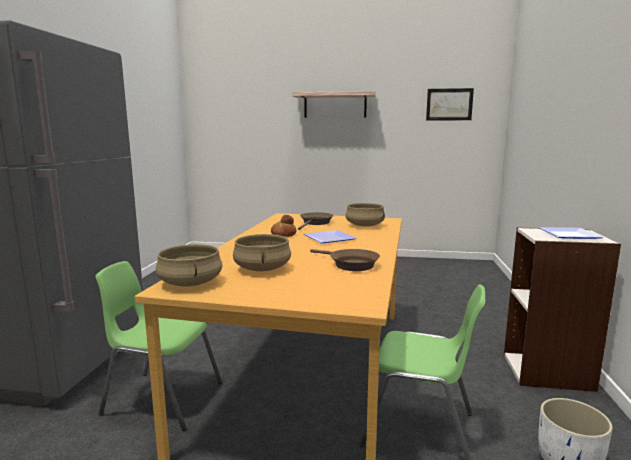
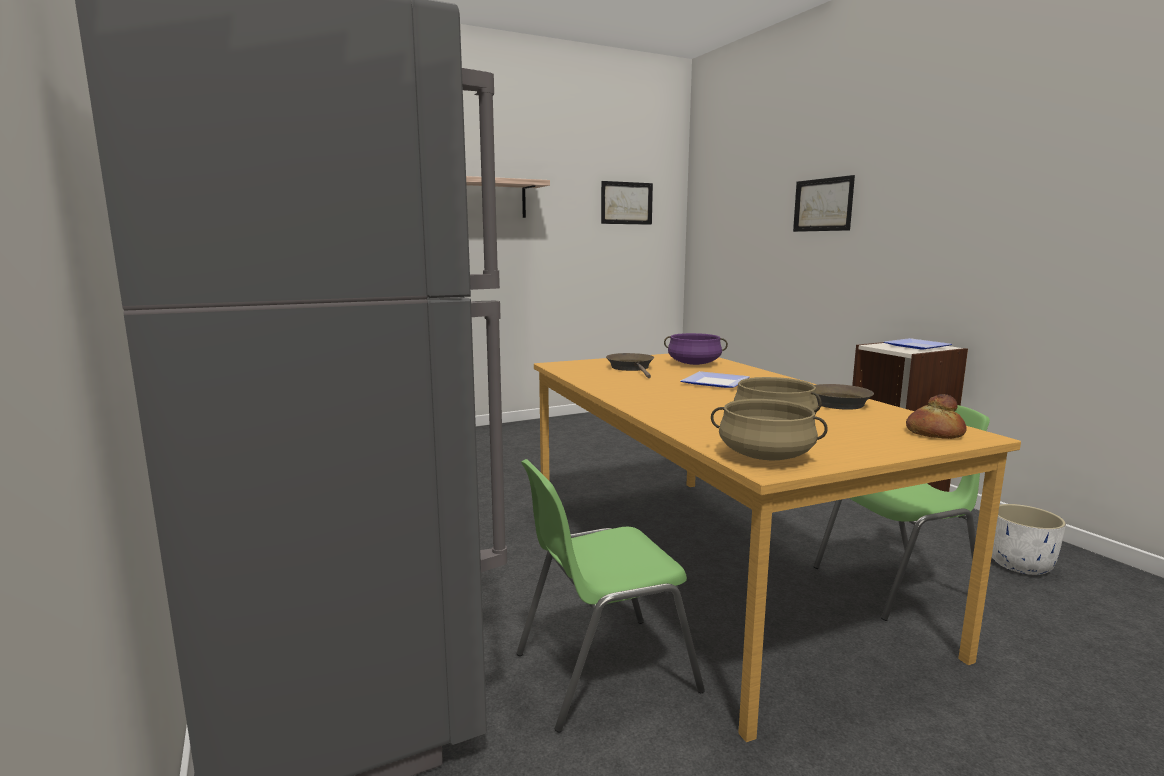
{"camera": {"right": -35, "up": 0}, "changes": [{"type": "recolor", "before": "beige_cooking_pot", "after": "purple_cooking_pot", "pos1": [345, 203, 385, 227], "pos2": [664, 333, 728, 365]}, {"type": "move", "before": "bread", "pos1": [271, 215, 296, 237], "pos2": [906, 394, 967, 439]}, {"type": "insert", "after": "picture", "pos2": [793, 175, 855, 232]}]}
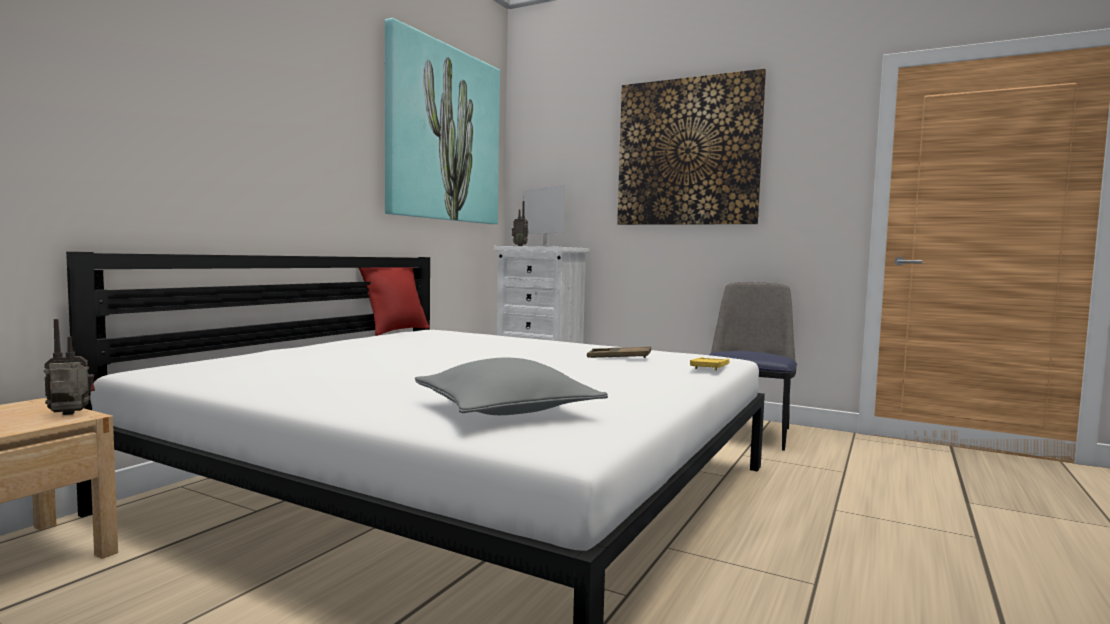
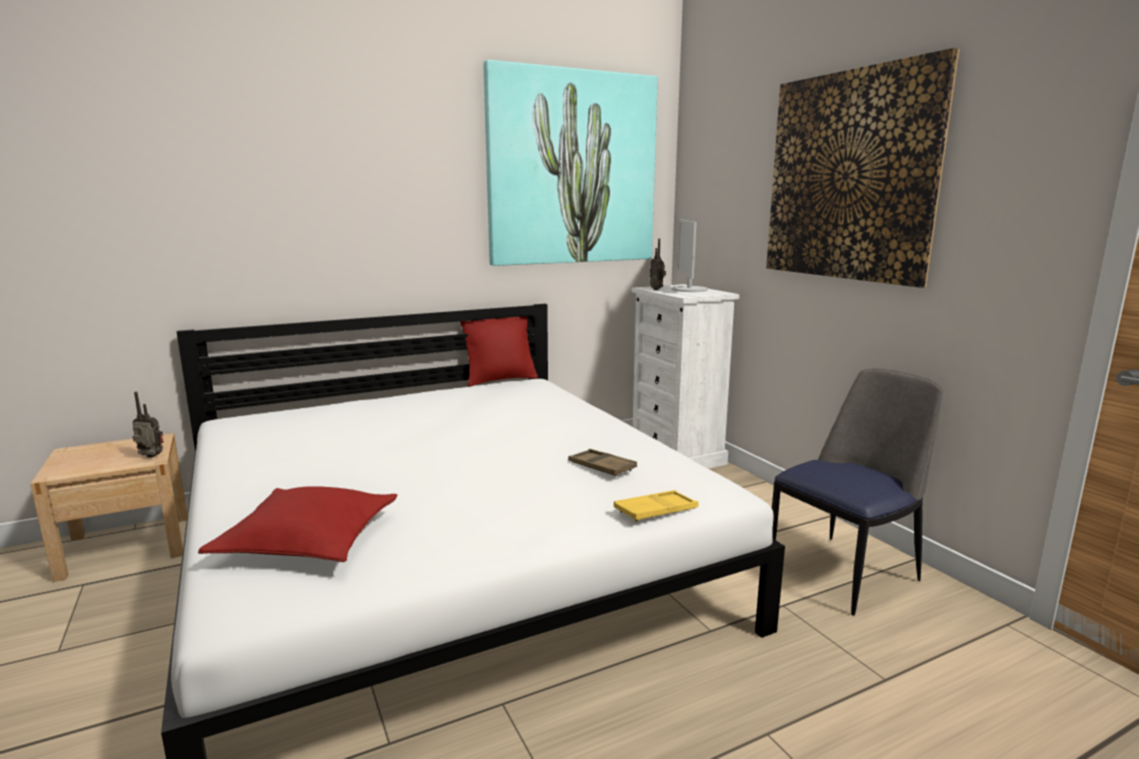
{"camera": {"right": 35, "up": 10}, "changes": [{"type": "recolor", "before": "grey_pillow", "after": "red_pillow", "pos1": [415, 358, 608, 415], "pos2": [198, 486, 397, 562]}]}
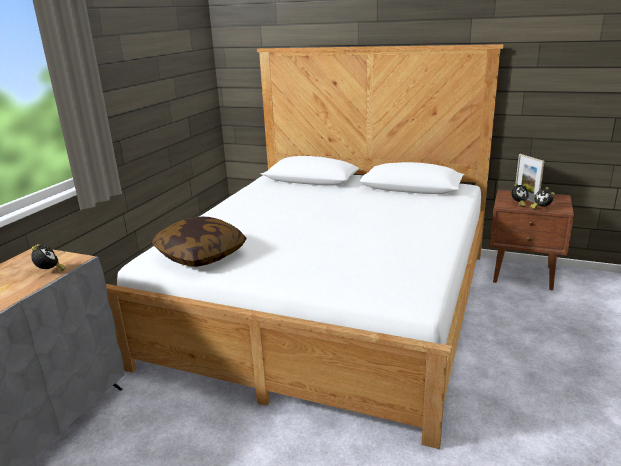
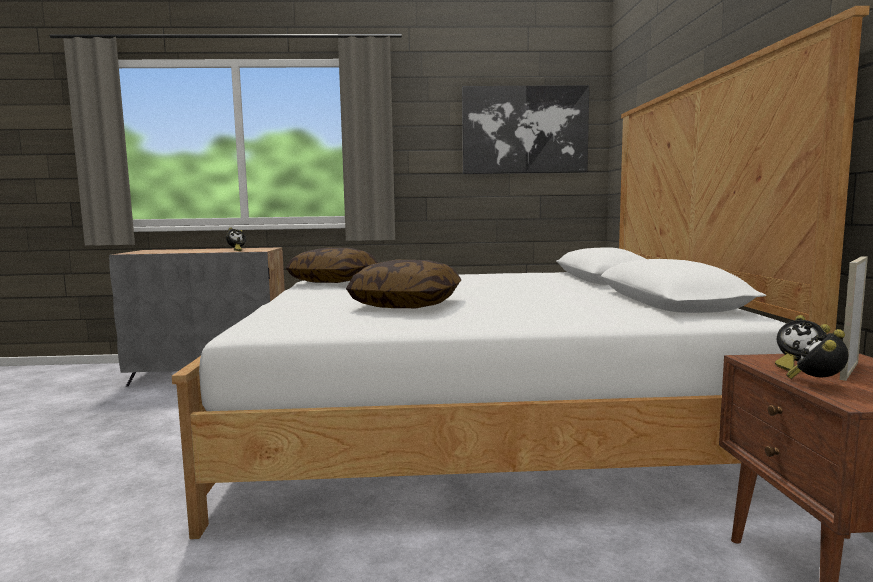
{"camera": {"right": 65, "up": -15}, "changes": [{"type": "insert", "after": "picture", "pos2": [462, 85, 589, 174]}, {"type": "insert", "after": "pillow", "pos2": [346, 260, 461, 308]}]}
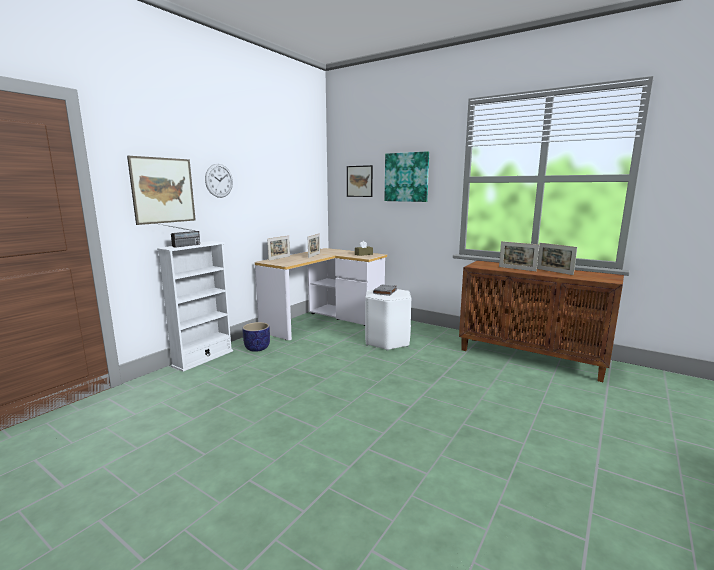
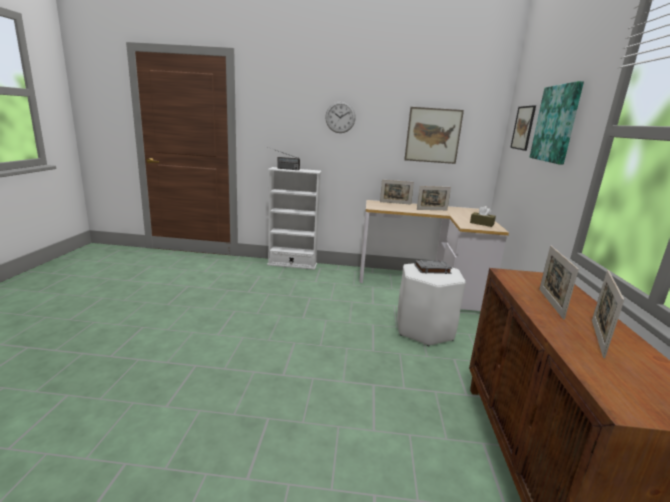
{"camera": {"right": 60, "up": 5}, "changes": [{"type": "move", "before": "picture", "pos1": [127, 156, 196, 225], "pos2": [404, 107, 464, 164]}, {"type": "delete", "before": "planter", "pos1": [243, 322, 270, 352]}]}
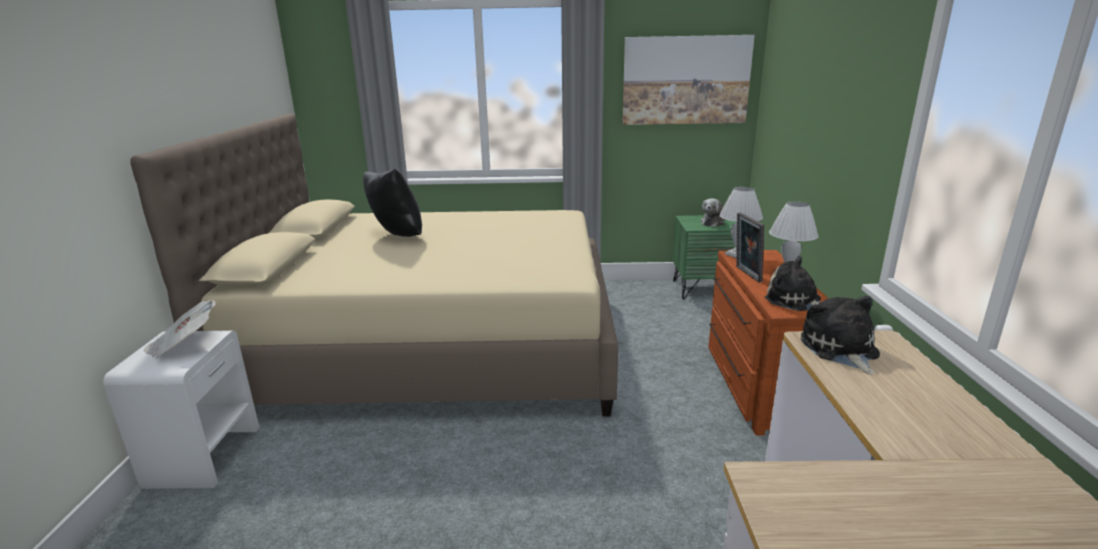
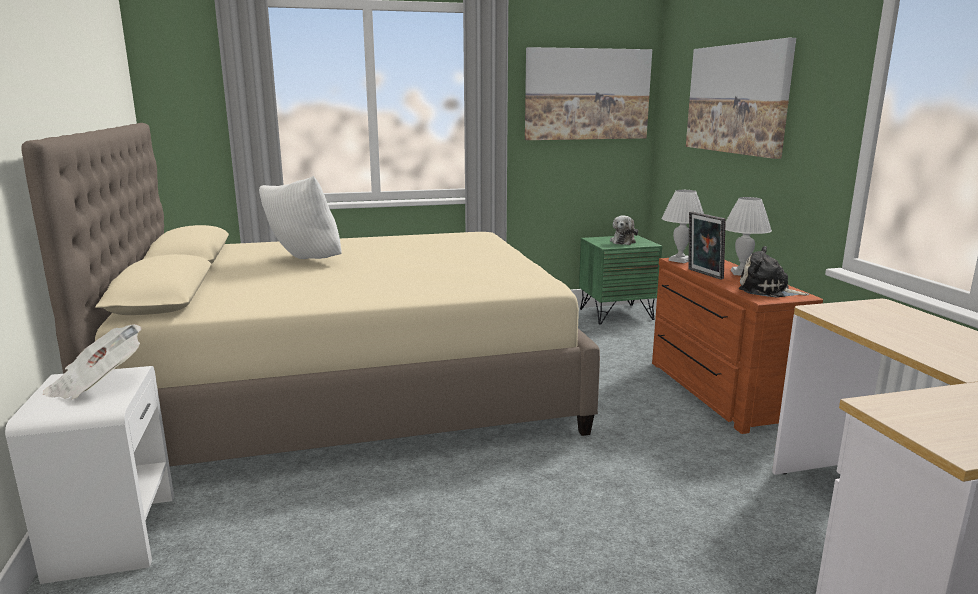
{"camera": {"right": -15, "up": -5}, "changes": [{"type": "recolor", "before": "black_pillow", "after": "white_pillow", "pos1": [363, 169, 422, 237], "pos2": [259, 176, 342, 259]}, {"type": "delete", "before": "plush_toy", "pos1": [801, 296, 880, 375]}, {"type": "insert", "after": "picture", "pos2": [686, 38, 796, 159]}]}
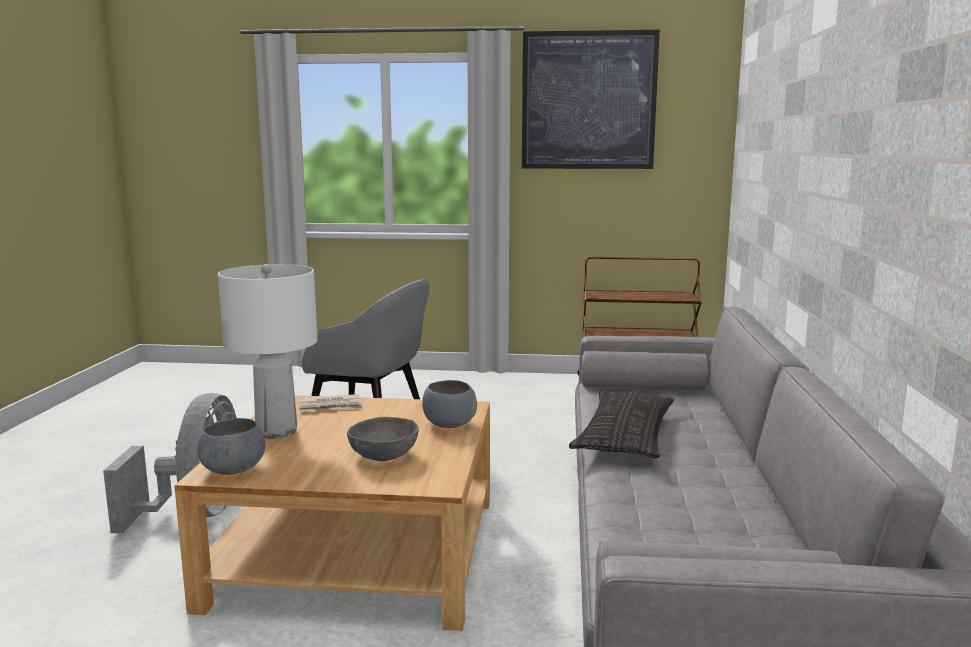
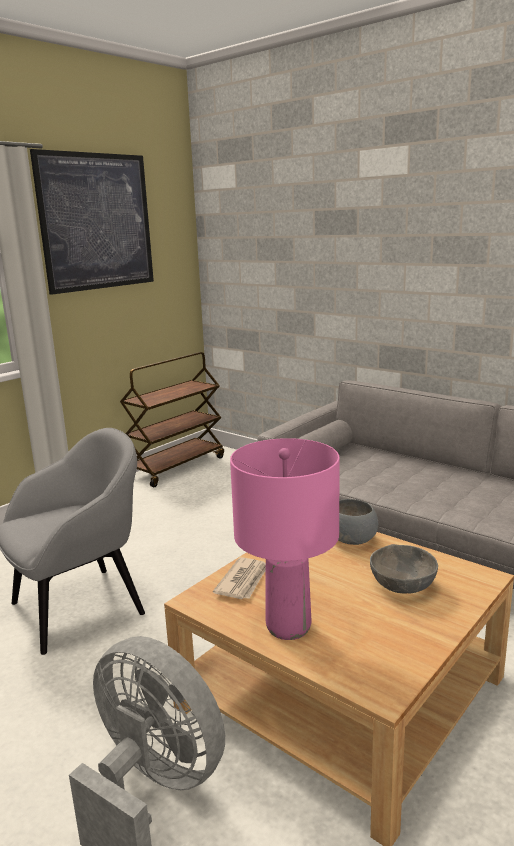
{"camera": {"right": -55, "up": 5}, "changes": [{"type": "recolor", "before": "white_table_lamp", "after": "pink_table_lamp", "pos1": [218, 264, 317, 439], "pos2": [230, 438, 340, 640]}, {"type": "delete", "before": "pillow", "pos1": [569, 391, 674, 458]}, {"type": "delete", "before": "grey_bowl", "pos1": [197, 418, 265, 475]}]}
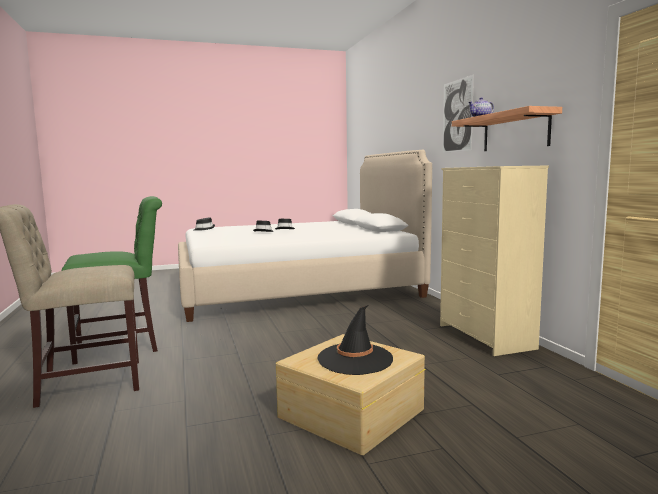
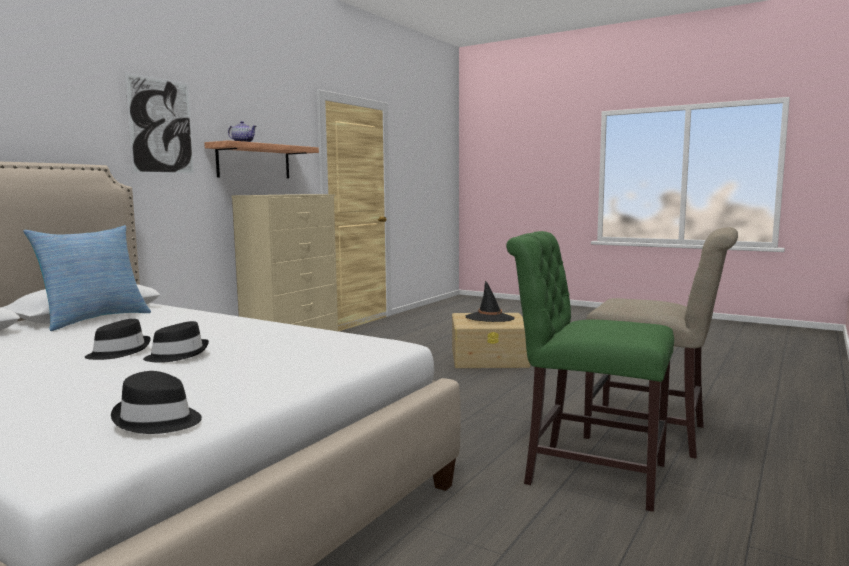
{"camera": {"right": -130, "up": 0}, "changes": [{"type": "insert", "after": "pillow", "pos2": [23, 225, 151, 331]}]}
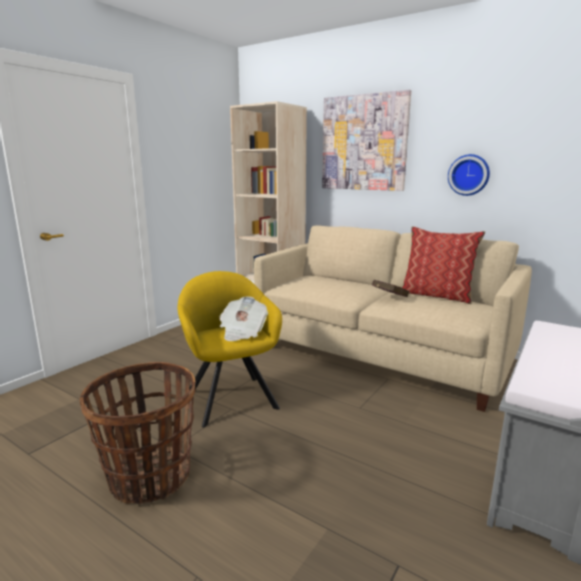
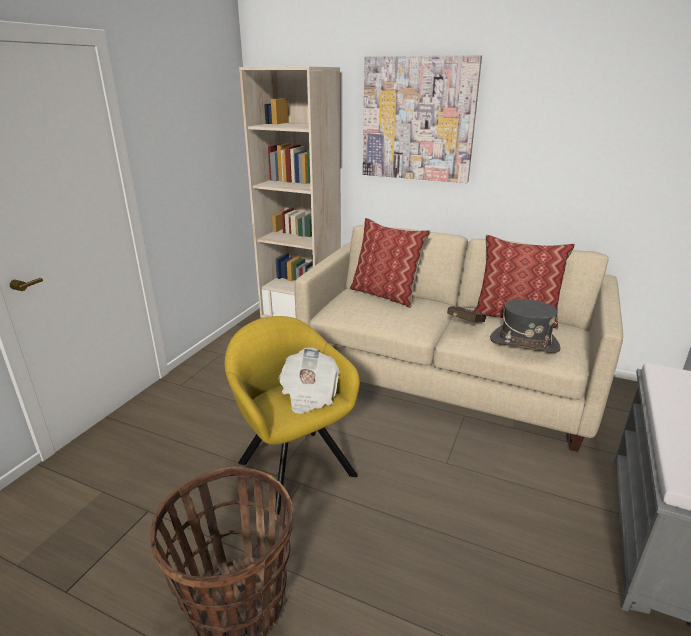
{"camera": {"right": -10, "up": 10}, "changes": [{"type": "delete", "before": "wall_clock", "pos1": [448, 154, 490, 196]}, {"type": "insert", "after": "pillow", "pos2": [350, 218, 431, 308]}, {"type": "insert", "after": "grey_hat", "pos2": [490, 299, 561, 353]}]}
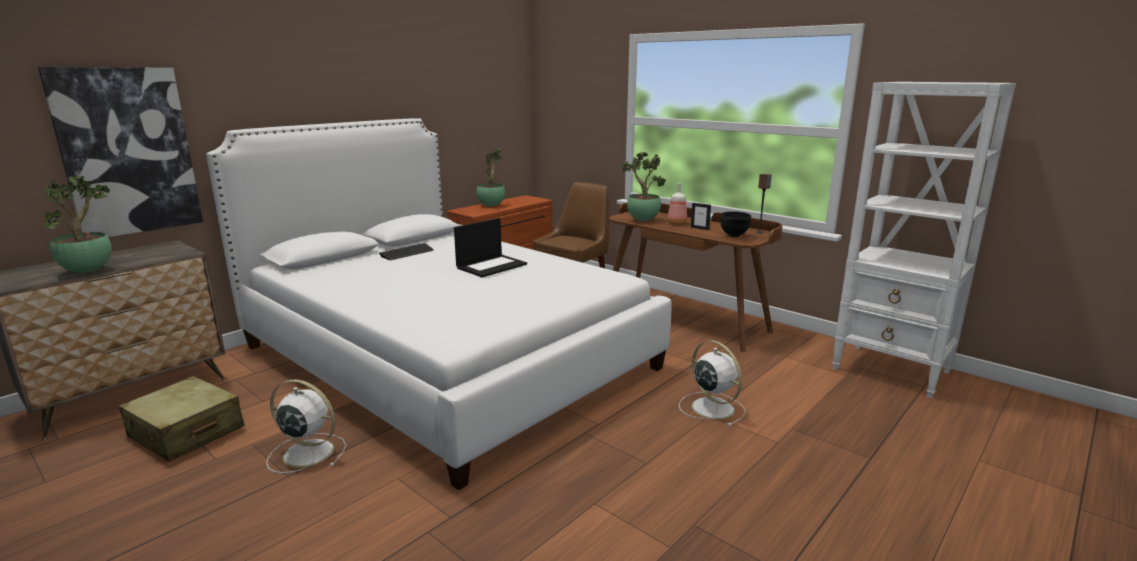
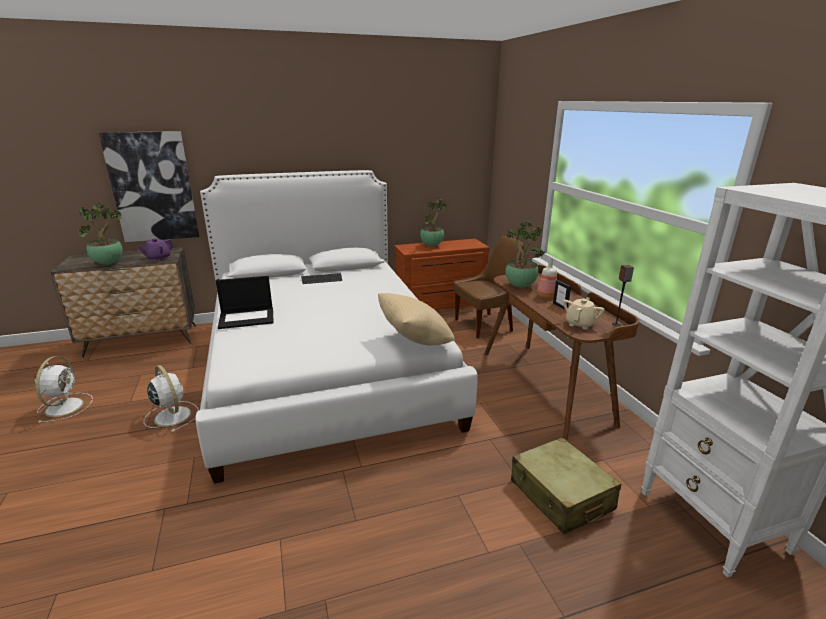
{"camera": {"right": 30, "up": 5}, "changes": [{"type": "replace", "before": "black_bowl", "after": "beige_teapot", "pos1": [721, 212, 751, 237], "pos2": [563, 297, 605, 330]}, {"type": "move", "before": "laptop", "pos1": [454, 218, 527, 277], "pos2": [216, 276, 274, 329]}, {"type": "move", "before": "white_fan", "pos1": [679, 340, 746, 426], "pos2": [34, 356, 93, 423]}, {"type": "move", "before": "beige_suitcase", "pos1": [119, 376, 245, 462], "pos2": [511, 437, 621, 534]}, {"type": "insert", "after": "purple_teapot", "pos2": [137, 238, 174, 262]}, {"type": "insert", "after": "beige_pillow", "pos2": [378, 293, 455, 345]}]}
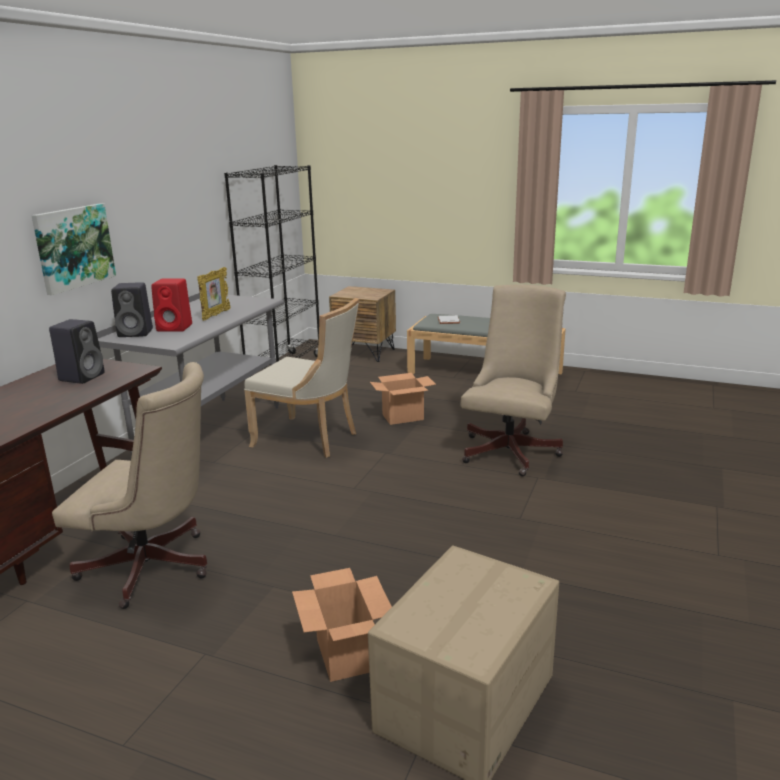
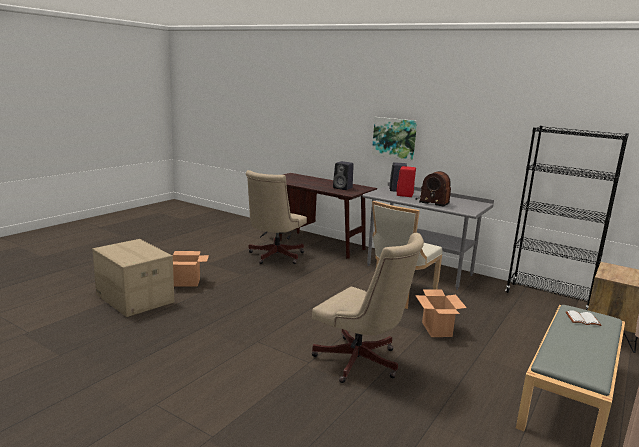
{"camera": {"right": 100, "up": -5}, "changes": [{"type": "replace", "before": "picture_frame", "after": "radio", "pos1": [197, 267, 231, 321], "pos2": [415, 171, 451, 207]}]}
